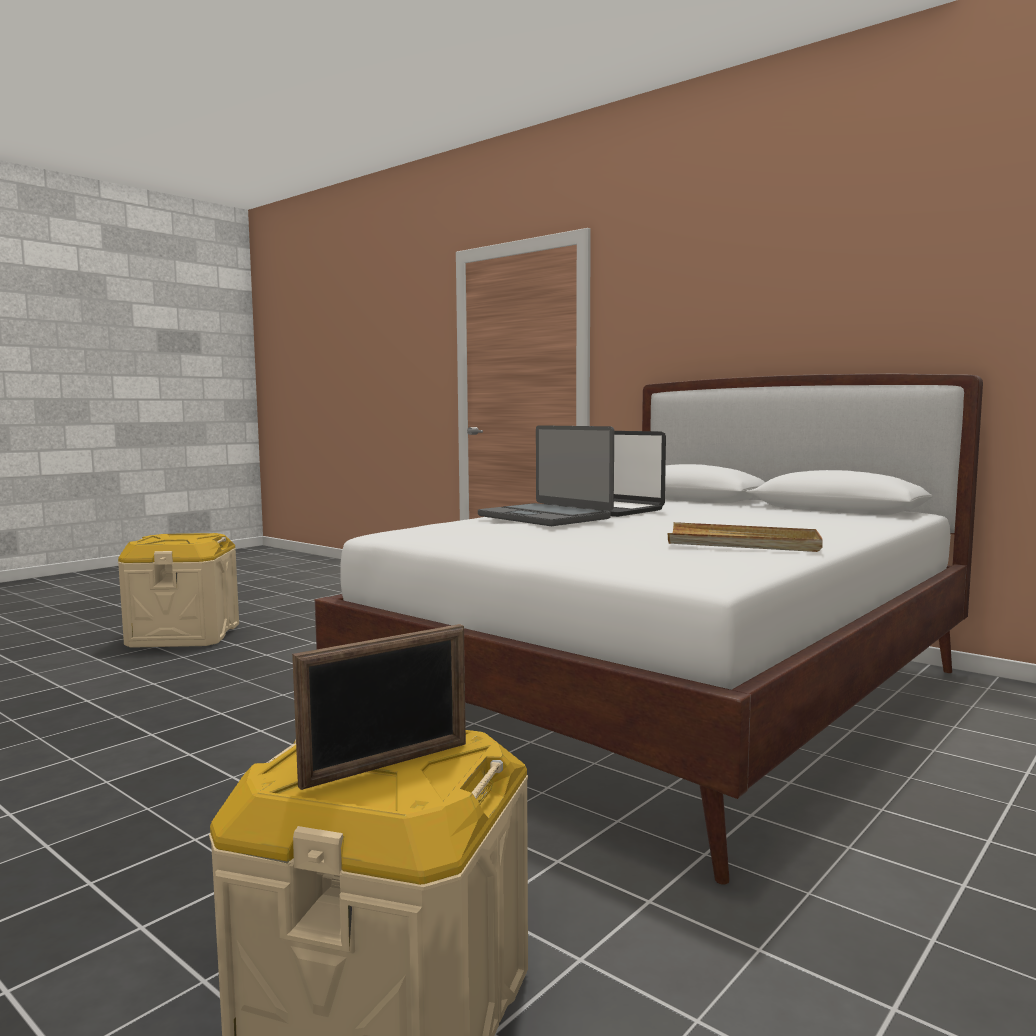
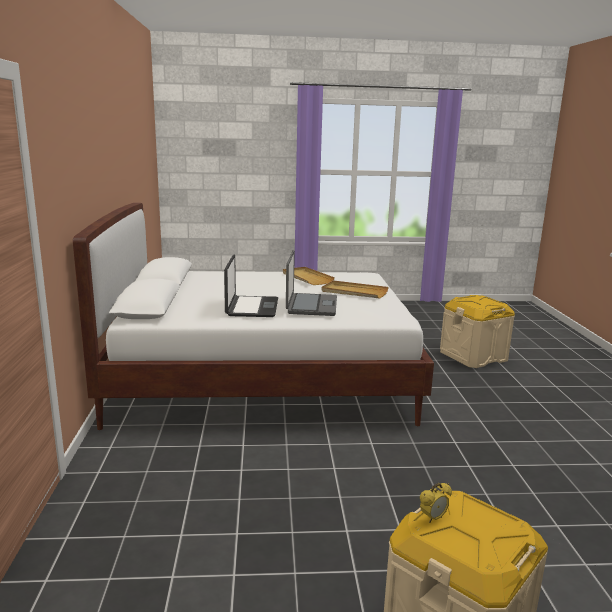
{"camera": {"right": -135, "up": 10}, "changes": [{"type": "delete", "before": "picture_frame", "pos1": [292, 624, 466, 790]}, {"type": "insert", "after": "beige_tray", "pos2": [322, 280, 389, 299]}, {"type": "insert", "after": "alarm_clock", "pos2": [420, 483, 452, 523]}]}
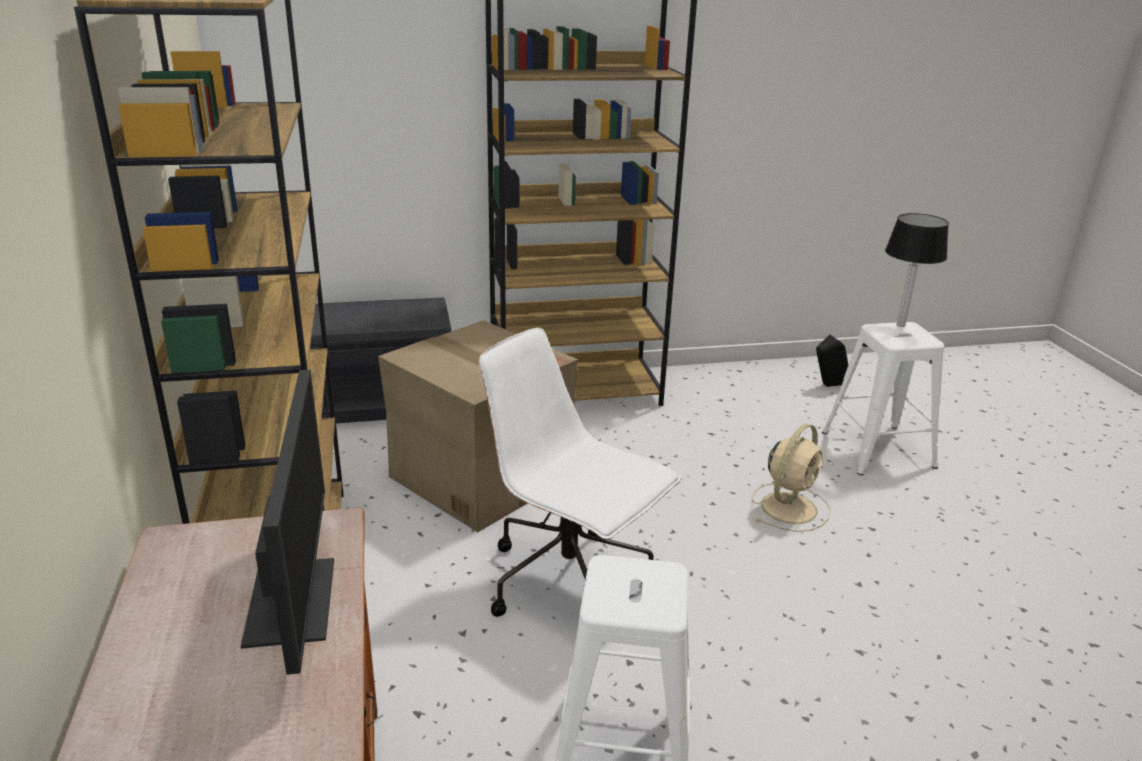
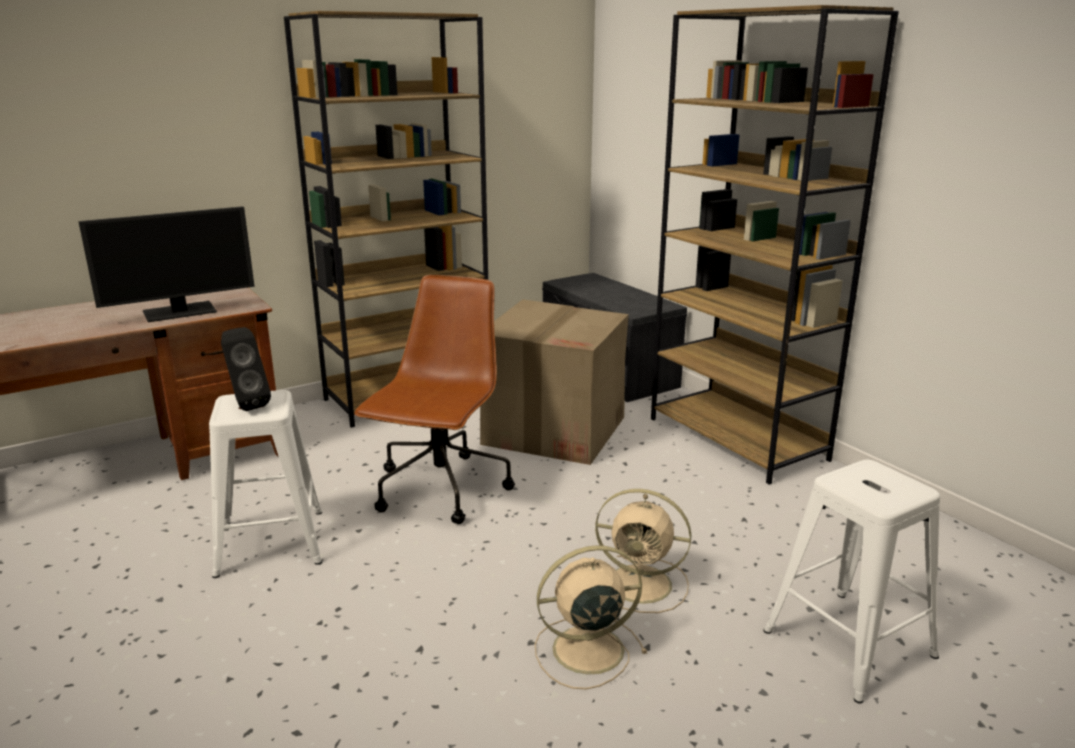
{"camera": {"right": 70, "up": -5}, "changes": [{"type": "delete", "before": "table_lamp", "pos1": [885, 213, 949, 327]}, {"type": "recolor", "before": "white_office_chair", "after": "brown_office_chair", "pos1": [479, 328, 682, 617], "pos2": [354, 275, 515, 524]}, {"type": "move", "before": "black_speaker", "pos1": [816, 334, 851, 387], "pos2": [221, 327, 271, 411]}, {"type": "insert", "after": "beige_fan", "pos2": [535, 545, 647, 689]}]}
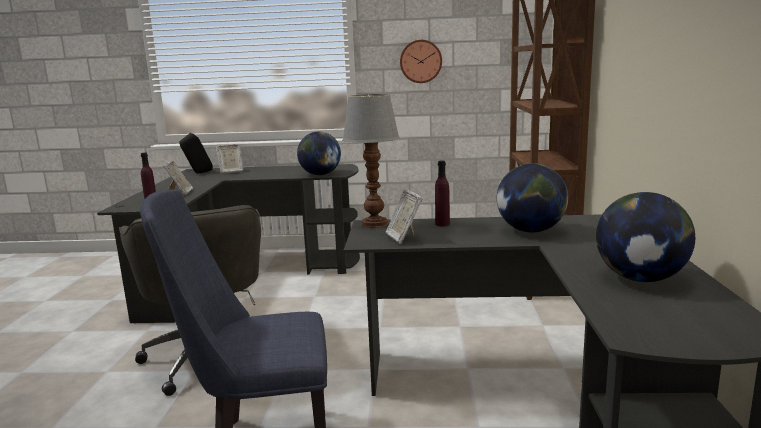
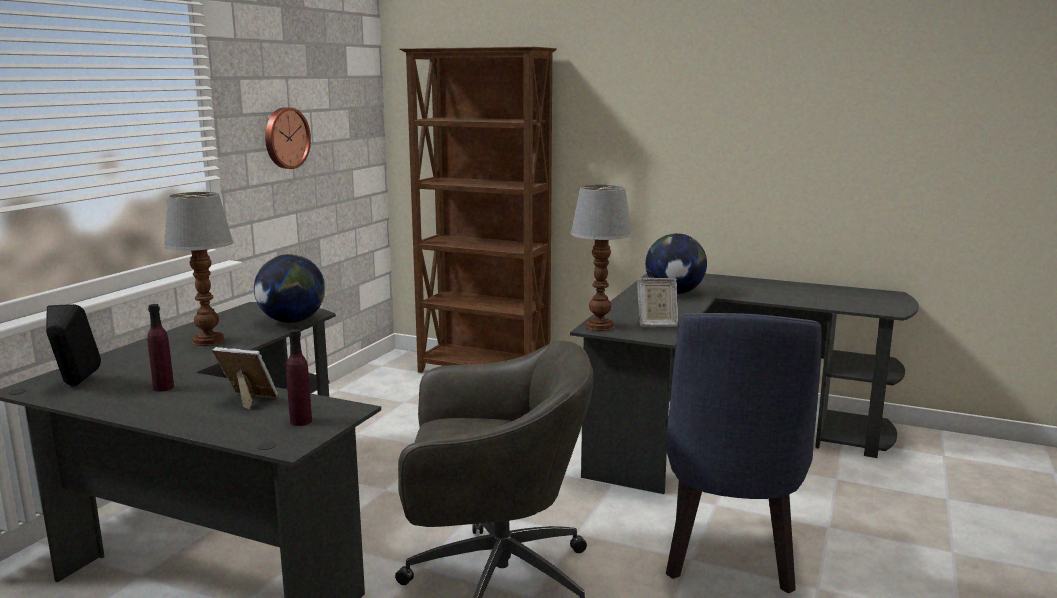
{"camera": {"right": -70, "up": 0}, "changes": [{"type": "delete", "before": "picture_frame", "pos1": [216, 144, 243, 174]}, {"type": "move", "before": "purple_bottle", "pos1": [435, 161, 450, 226], "pos2": [147, 304, 174, 392]}, {"type": "delete", "before": "globe", "pos1": [596, 192, 695, 282]}, {"type": "insert", "after": "table_lamp", "pos2": [163, 192, 234, 346]}]}
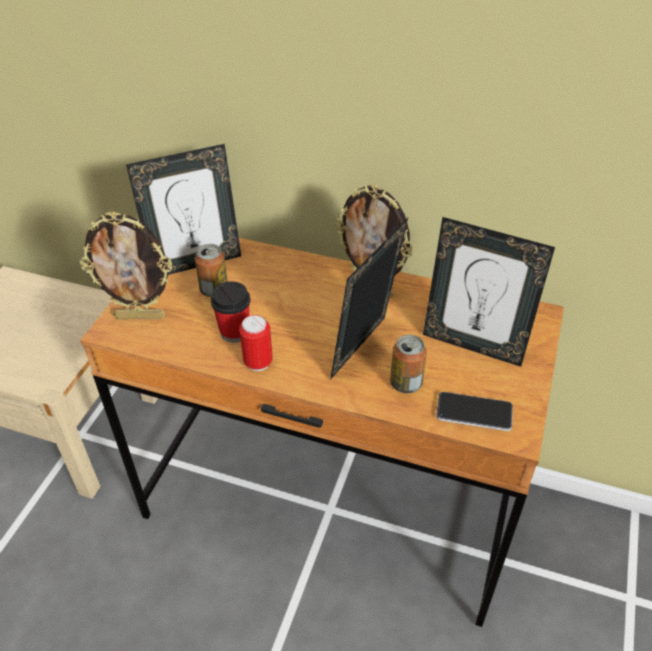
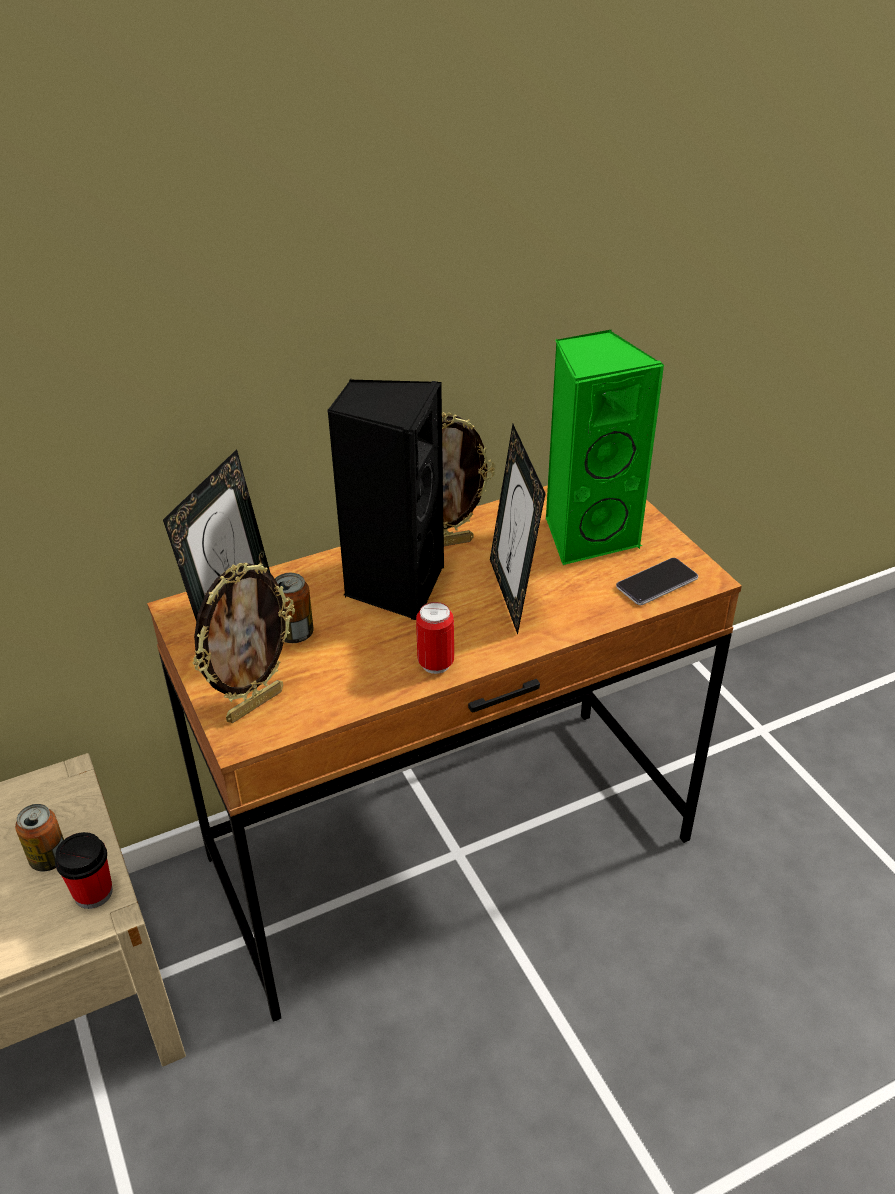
{"camera": {"right": -45, "up": -5}, "changes": [{"type": "replace", "before": "picture_frame", "after": "green_speaker", "pos1": [423, 217, 555, 367], "pos2": [546, 329, 665, 565]}, {"type": "move", "before": "cup", "pos1": [211, 281, 250, 343], "pos2": [55, 832, 113, 909]}, {"type": "move", "before": "can", "pos1": [390, 335, 427, 393], "pos2": [15, 804, 64, 872]}, {"type": "insert", "after": "black_speaker", "pos2": [327, 379, 444, 620]}]}
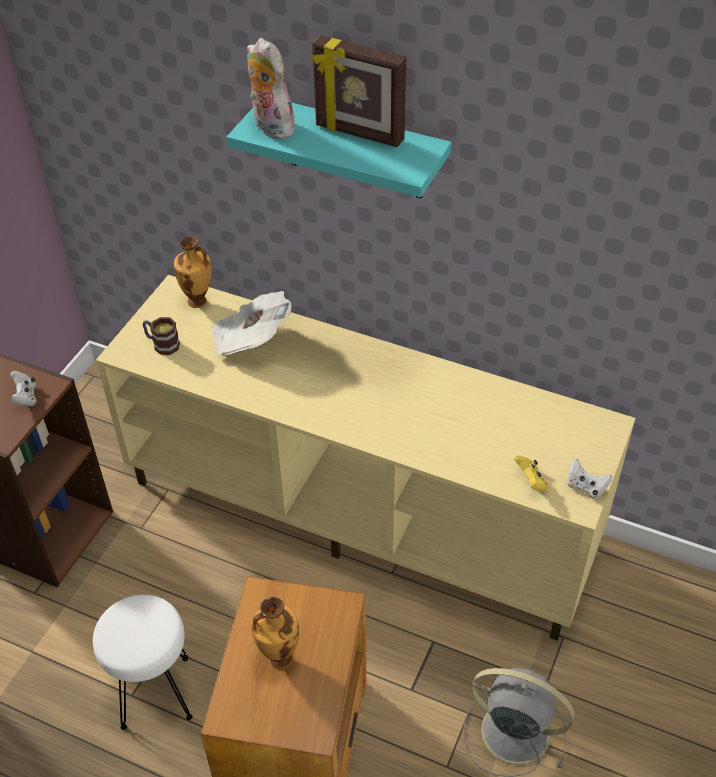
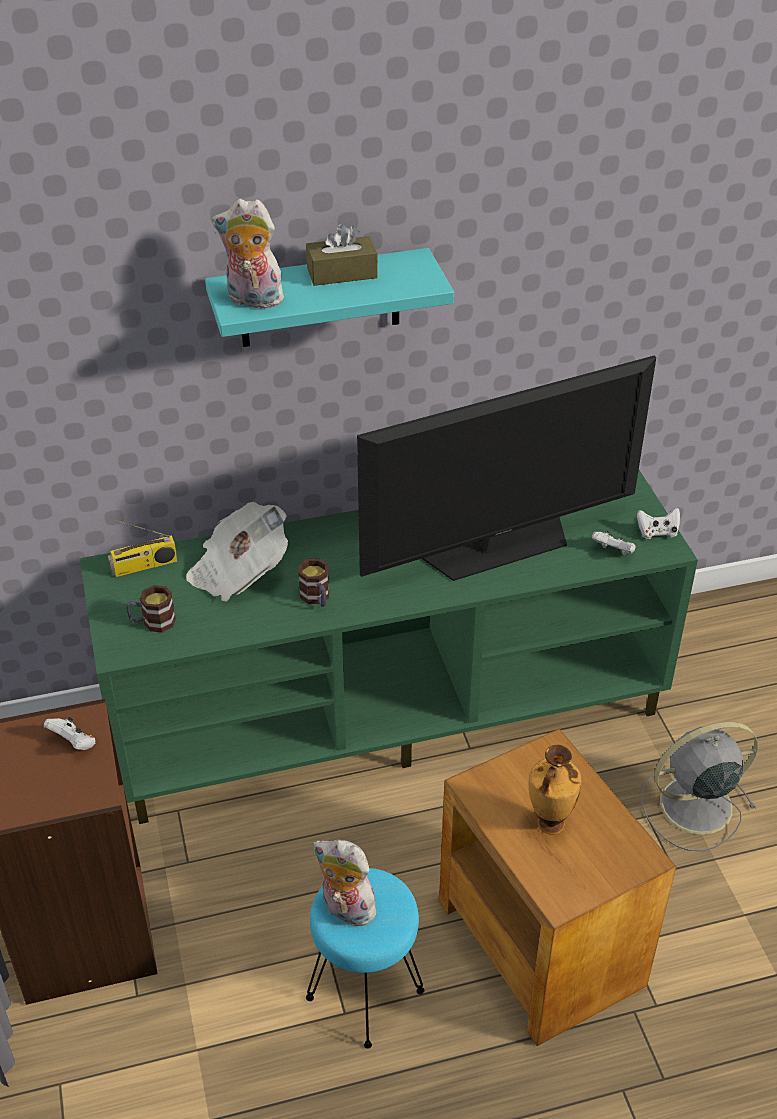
{"camera": {"right": -40, "up": -5}, "changes": [{"type": "replace", "before": "picture_frame", "after": "brown_tissue_box", "pos1": [312, 35, 406, 147], "pos2": [306, 224, 378, 286]}, {"type": "replace", "before": "vase", "after": "radio", "pos1": [174, 237, 211, 308], "pos2": [108, 520, 177, 577]}, {"type": "recolor", "before": "beige_tv_stand", "after": "green_tv_stand", "pos1": [96, 275, 635, 641], "pos2": [80, 470, 698, 824]}, {"type": "recolor", "before": "yellow_game_controller", "after": "white_game_controller", "pos1": [514, 455, 549, 491], "pos2": [592, 531, 635, 555]}, {"type": "recolor", "before": "white_stool", "after": "turquoise_stool", "pos1": [93, 595, 193, 730], "pos2": [306, 868, 424, 1049]}, {"type": "insert", "after": "television", "pos2": [357, 355, 656, 581]}, {"type": "insert", "after": "mug", "pos2": [298, 559, 329, 607]}, {"type": "insert", "after": "plush_toy", "pos2": [314, 840, 379, 928]}]}
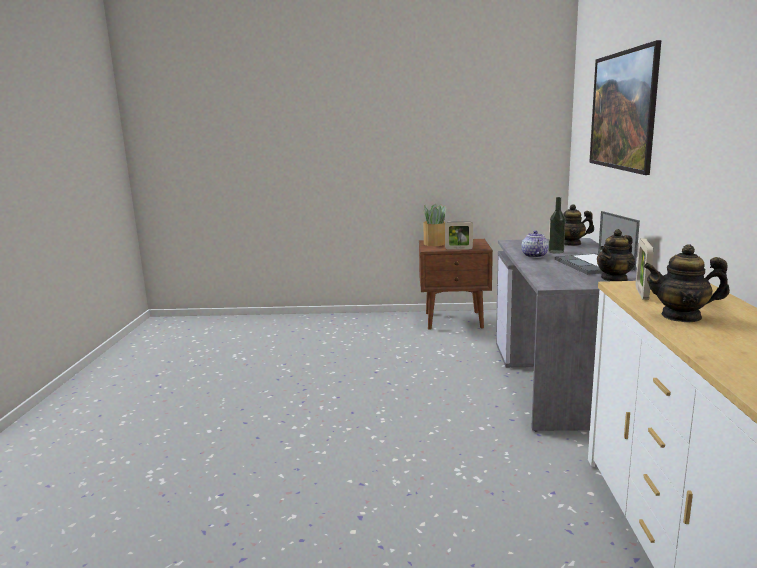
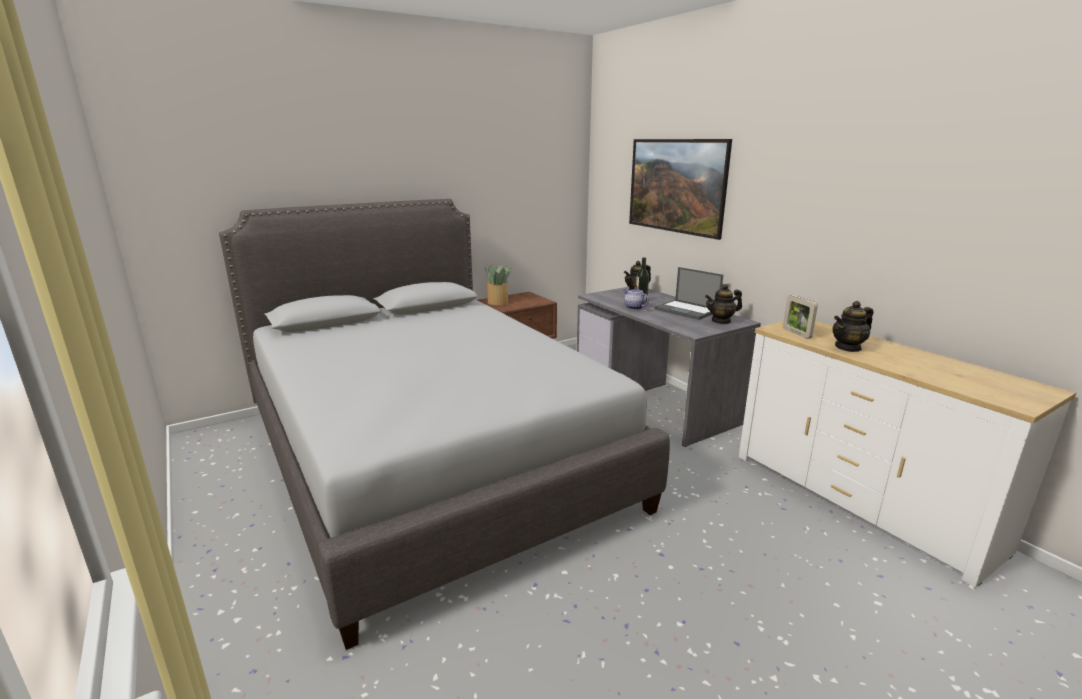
{"camera": {"right": -35, "up": 5}, "changes": [{"type": "delete", "before": "picture_frame", "pos1": [445, 222, 473, 250]}, {"type": "rotate", "before": "teapot", "pos1": [597, 229, 635, 281], "pos2": [705, 284, 742, 324], "turn": 60}, {"type": "insert", "after": "grey_bed", "pos2": [219, 199, 670, 650]}]}
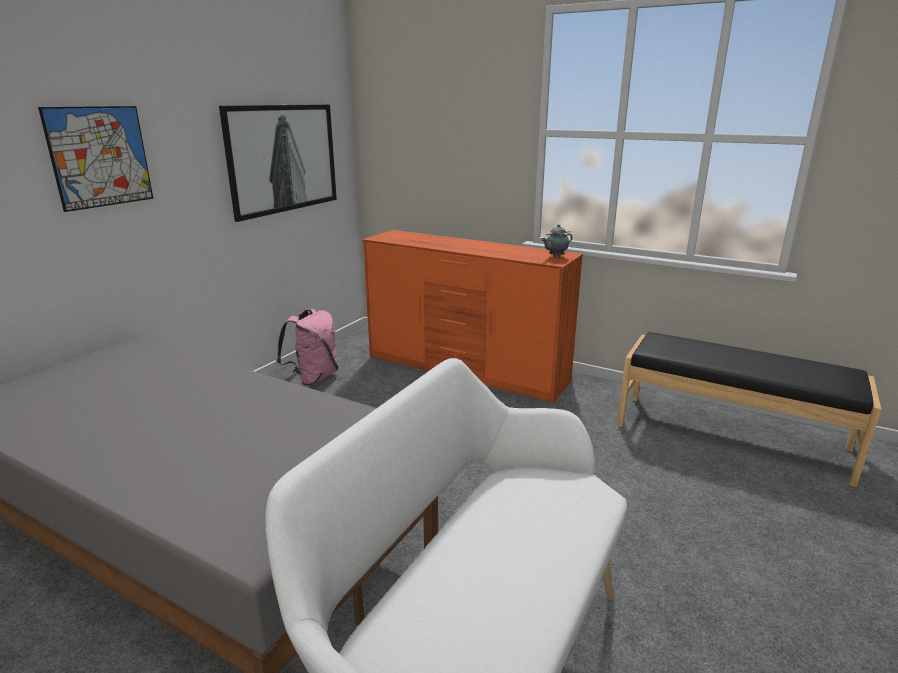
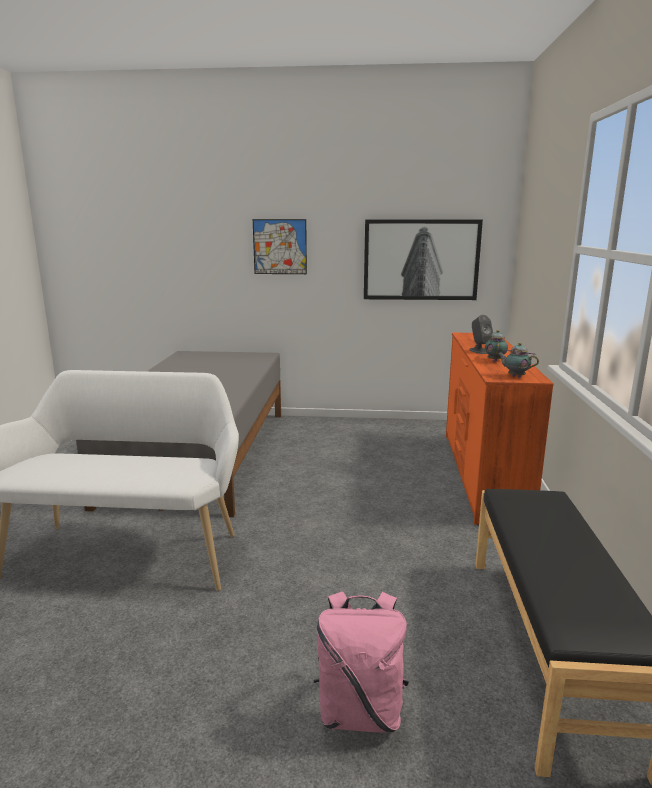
{"camera": {"right": 65, "up": -5}, "changes": [{"type": "move", "before": "pink_backpack", "pos1": [276, 309, 338, 386], "pos2": [314, 591, 409, 733]}, {"type": "insert", "after": "grey_speaker", "pos2": [469, 315, 493, 354]}, {"type": "insert", "after": "teapot", "pos2": [485, 330, 508, 362]}]}
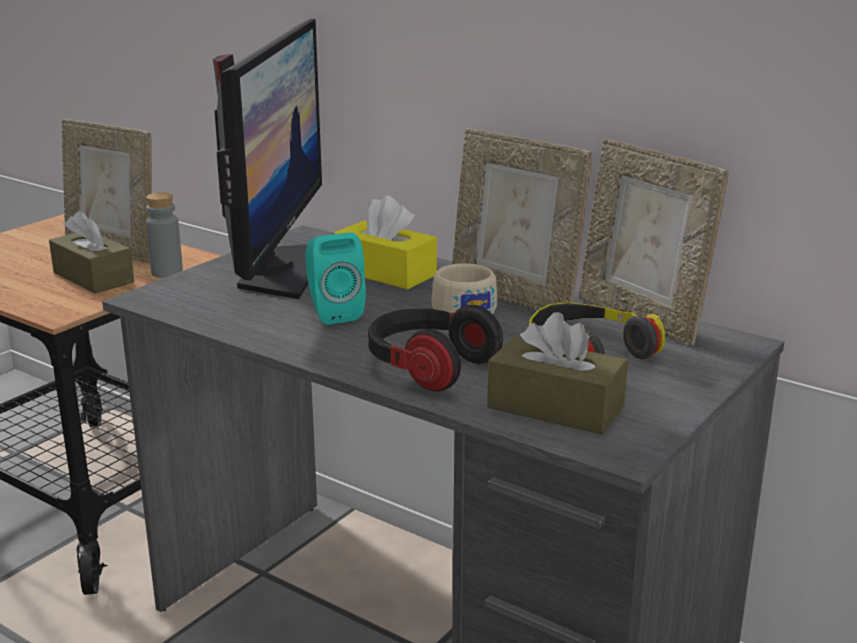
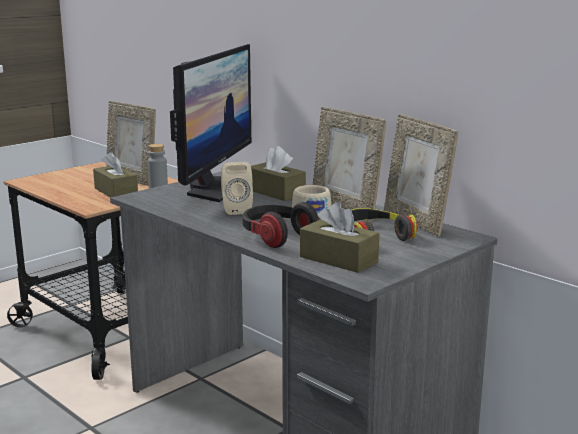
{"camera": {"right": 10, "up": -5}, "changes": [{"type": "recolor", "before": "yellow_tissue_box", "after": "brown_tissue_box", "pos1": [334, 195, 437, 289], "pos2": [251, 146, 306, 201]}, {"type": "recolor", "before": "turquoise_speaker", "after": "beige_speaker", "pos1": [305, 232, 366, 325], "pos2": [221, 162, 253, 215]}]}
